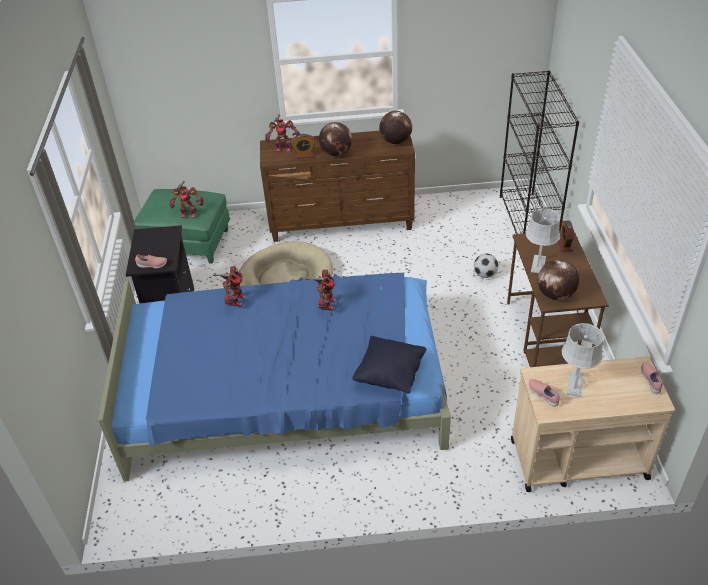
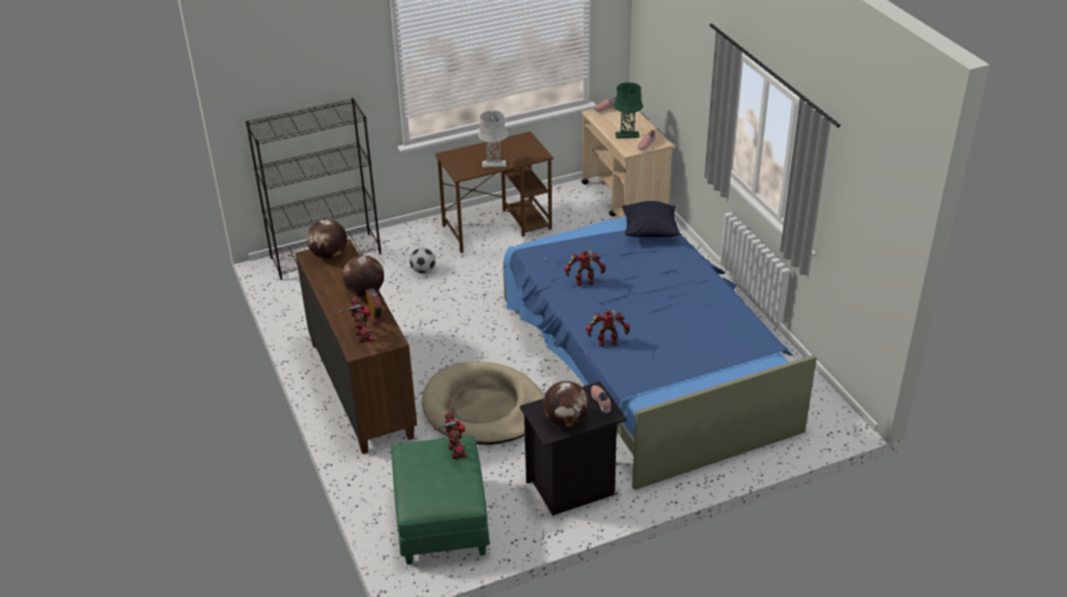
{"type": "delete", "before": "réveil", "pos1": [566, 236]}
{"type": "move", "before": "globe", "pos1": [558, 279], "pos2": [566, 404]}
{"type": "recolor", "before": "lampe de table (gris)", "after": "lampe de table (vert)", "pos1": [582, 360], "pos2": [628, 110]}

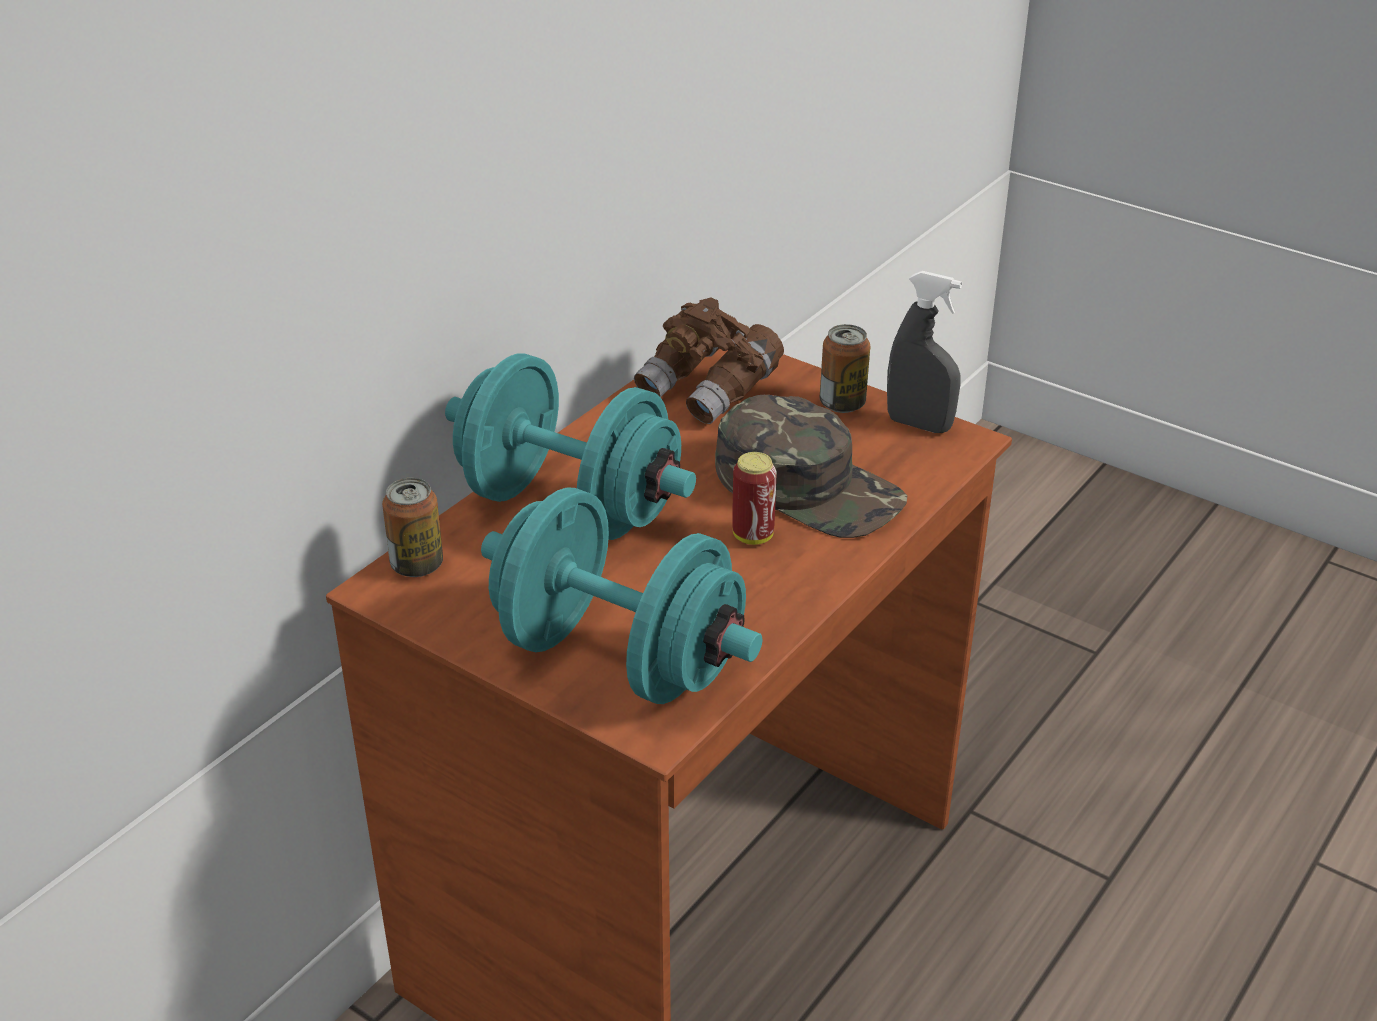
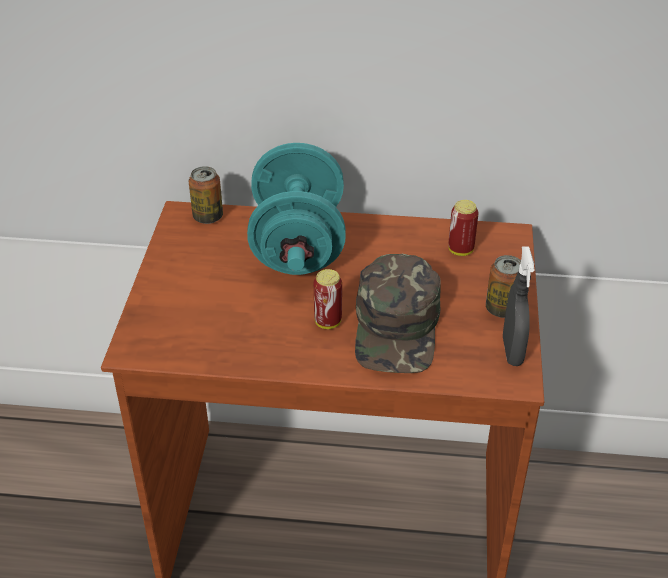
{"type": "replace", "before": "jumelles (marron)", "after": "boîte métallique", "pos1": [709, 361], "pos2": [463, 228]}
{"type": "delete", "before": "haltère (turquoise)", "pos1": [622, 596]}

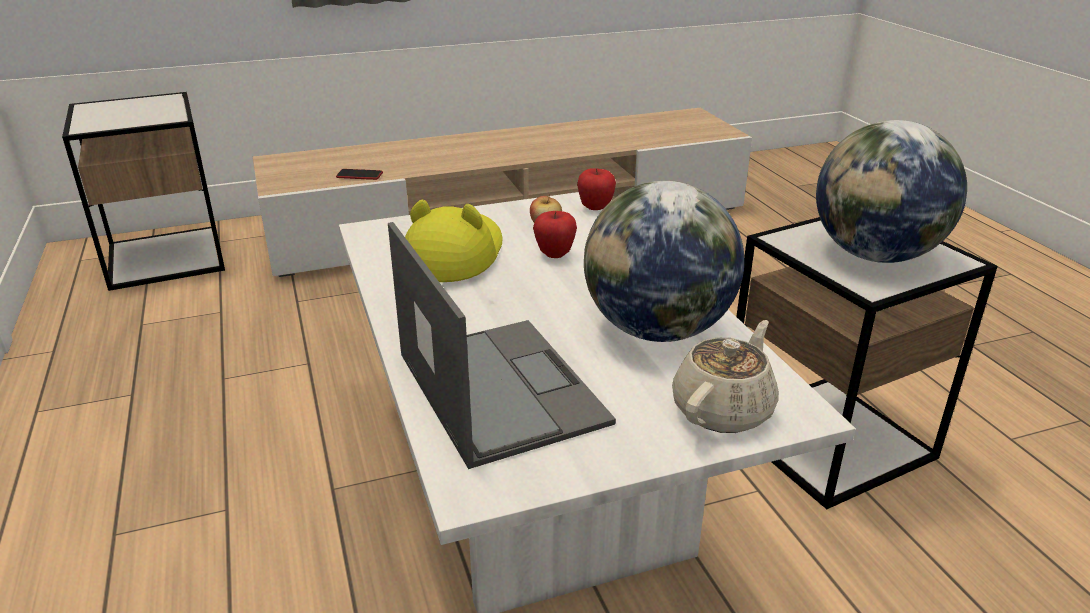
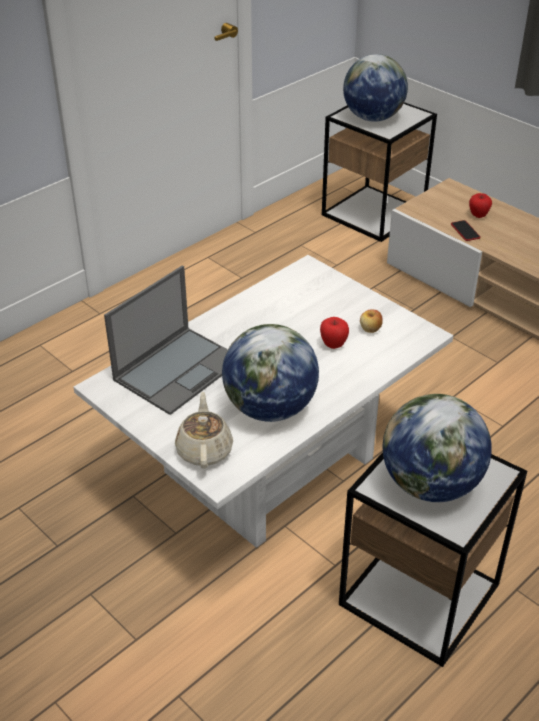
{"type": "move", "before": "pomme", "pos1": [596, 189], "pos2": [480, 205]}
{"type": "delete", "before": "chapeau (jaune)", "pos1": [454, 241]}
{"type": "rotate", "before": "théière (beige)", "pos1": [725, 376], "pos2": [204, 430], "turn": -105}
{"type": "insert", "after": "globe", "pos2": [375, 88]}

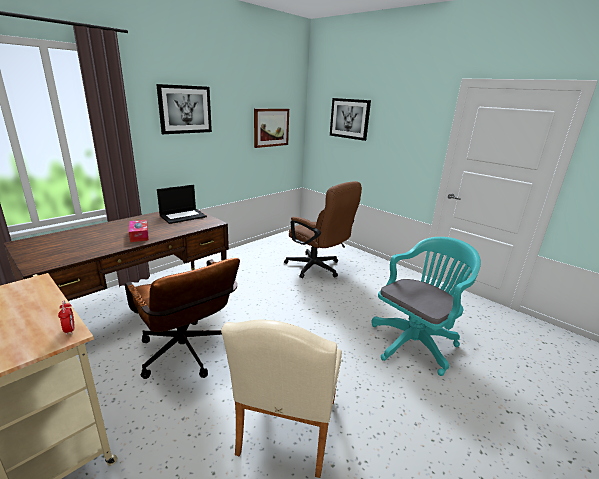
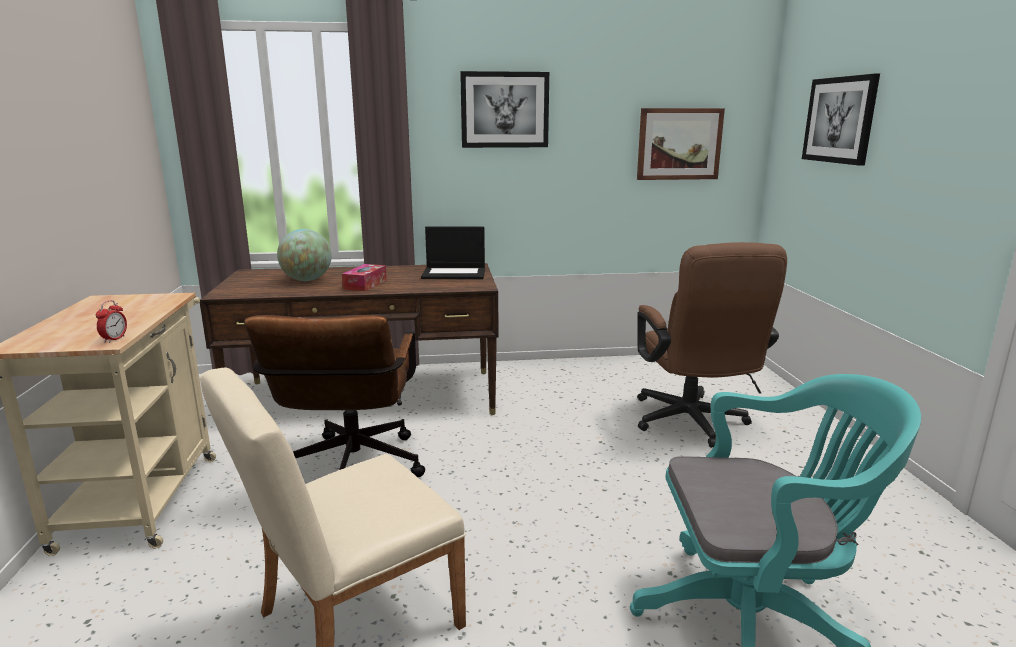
{"type": "insert", "after": "globe", "pos2": [304, 255]}

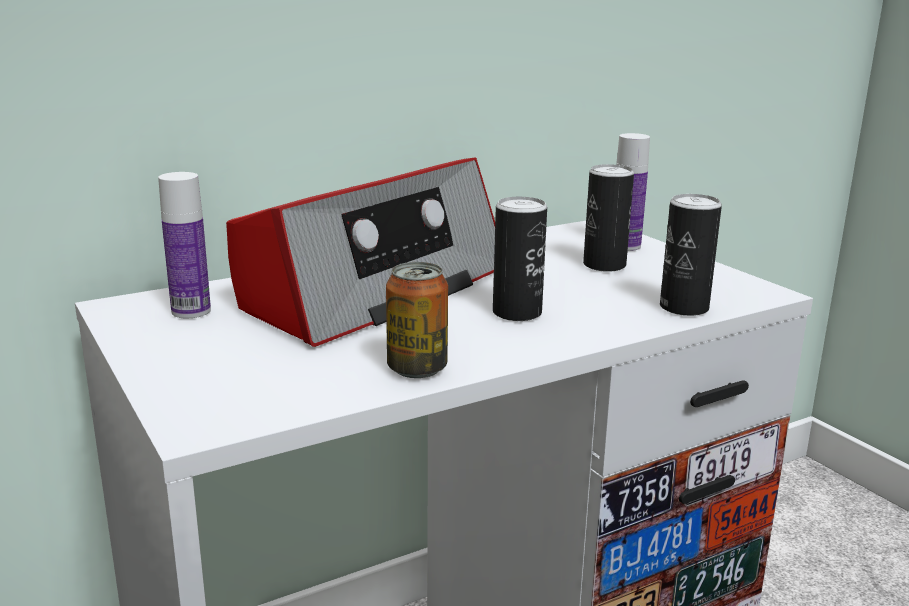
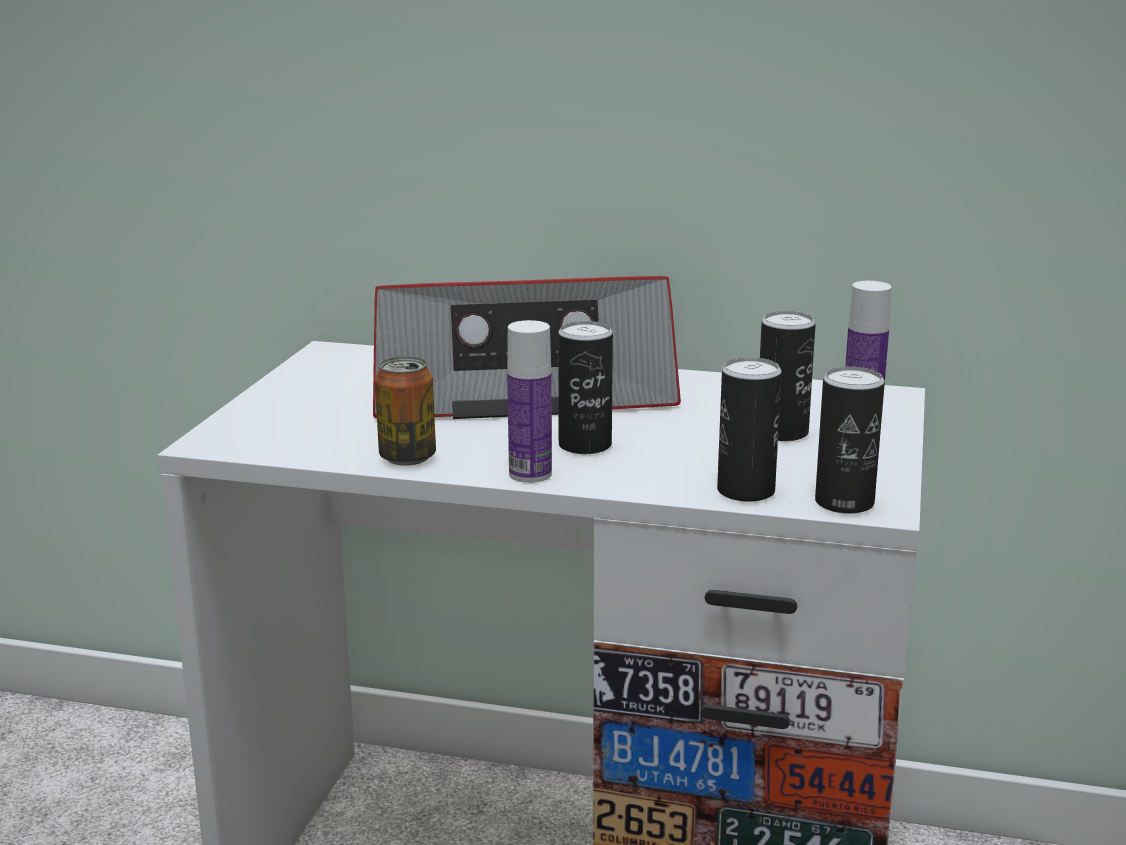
{"type": "move", "before": "bouteille", "pos1": [184, 245], "pos2": [529, 401]}
{"type": "insert", "after": "boîte métallique", "pos2": [850, 440]}

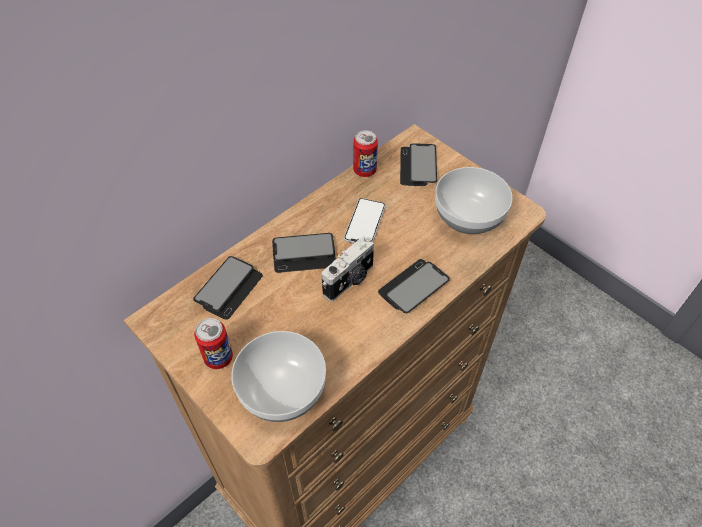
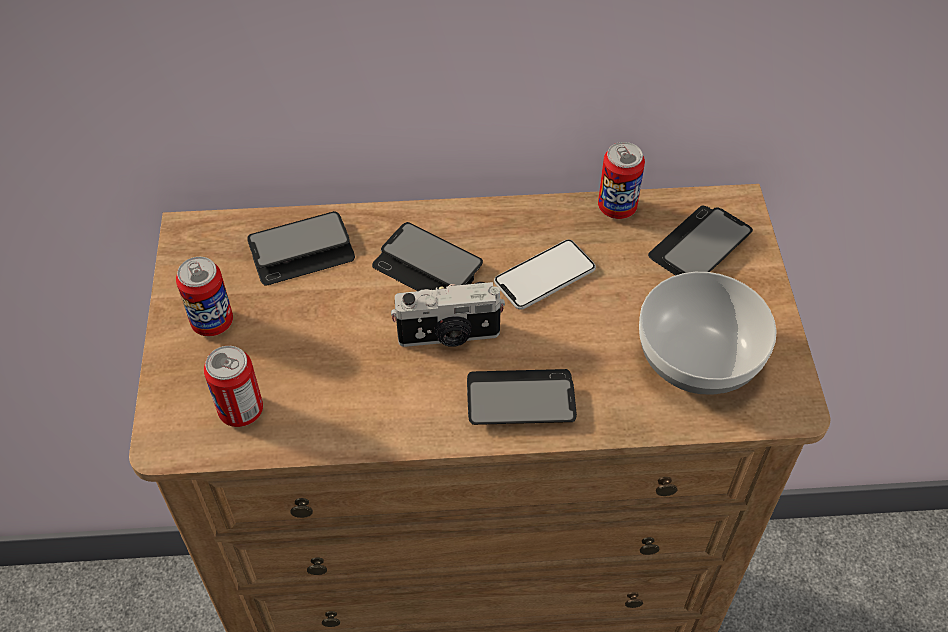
{"type": "replace", "before": "bol", "after": "boîte métallique", "pos1": [279, 376], "pos2": [233, 386]}

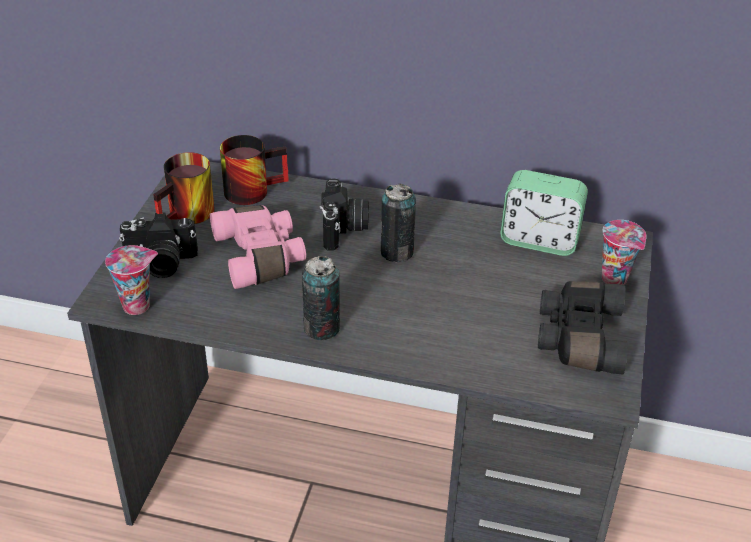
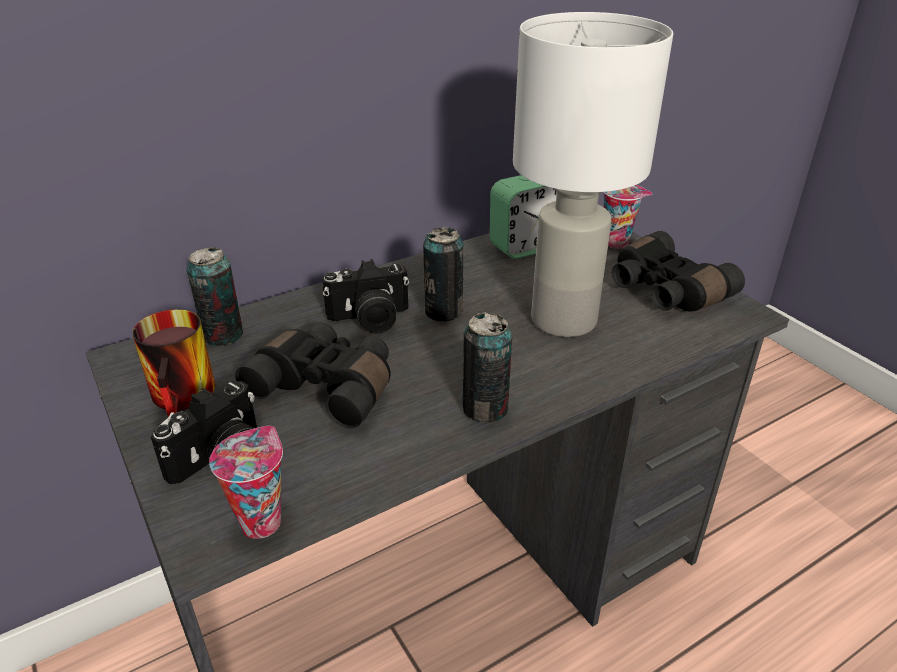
{"type": "replace", "before": "mug", "after": "boîte métallique", "pos1": [254, 170], "pos2": [214, 296]}
{"type": "rotate", "before": "appareil photo", "pos1": [344, 214], "pos2": [365, 296], "turn": 120}
{"type": "recolor", "before": "jumelles (rose)", "after": "jumelles (noir)", "pos1": [258, 247], "pos2": [313, 375]}
{"type": "insert", "after": "lampe de table (blanc)", "pos2": [593, 174]}

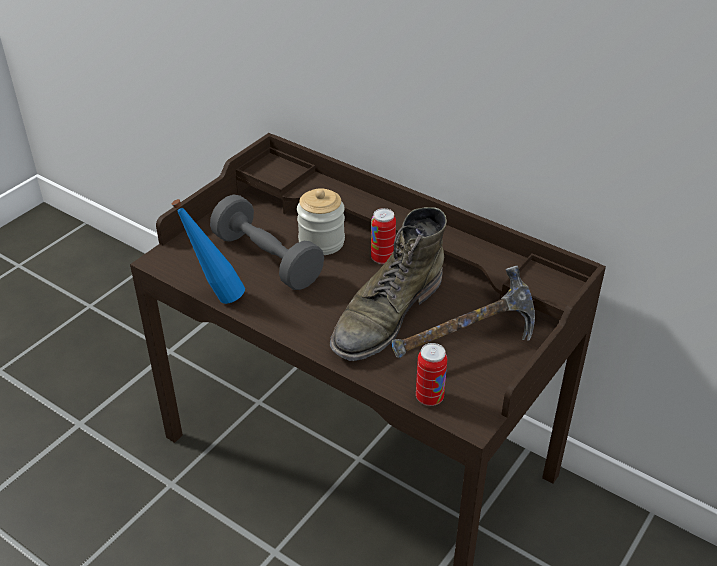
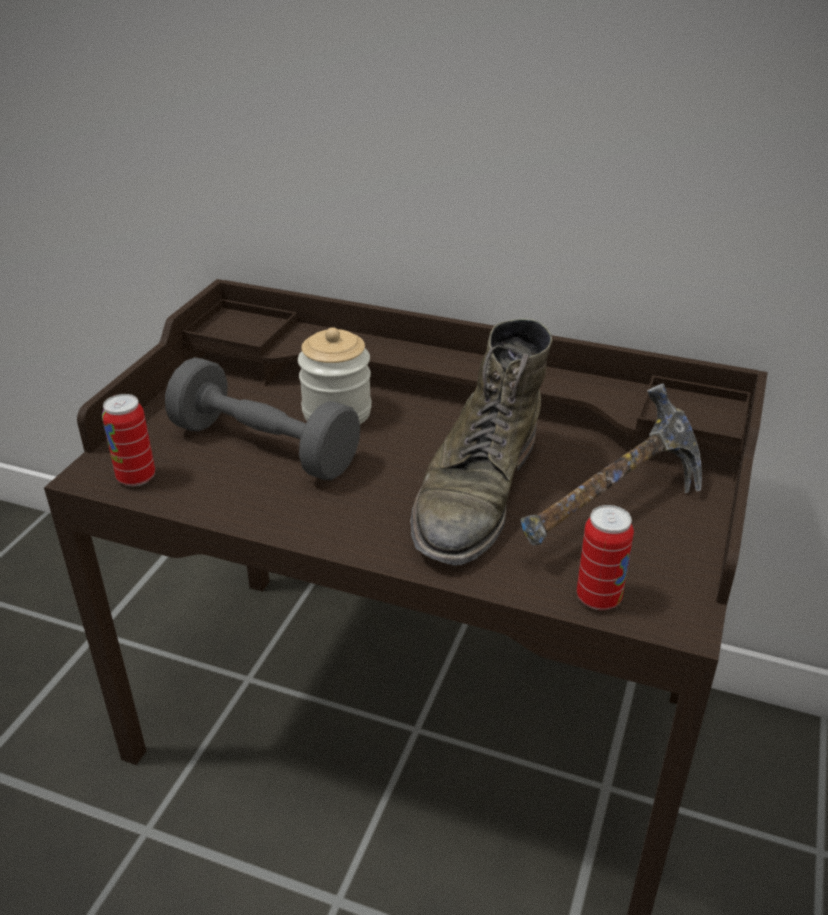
{"type": "delete", "before": "bouteille (bleu)", "pos1": [208, 251]}
{"type": "move", "before": "boîte métallique", "pos1": [383, 236], "pos2": [128, 440]}

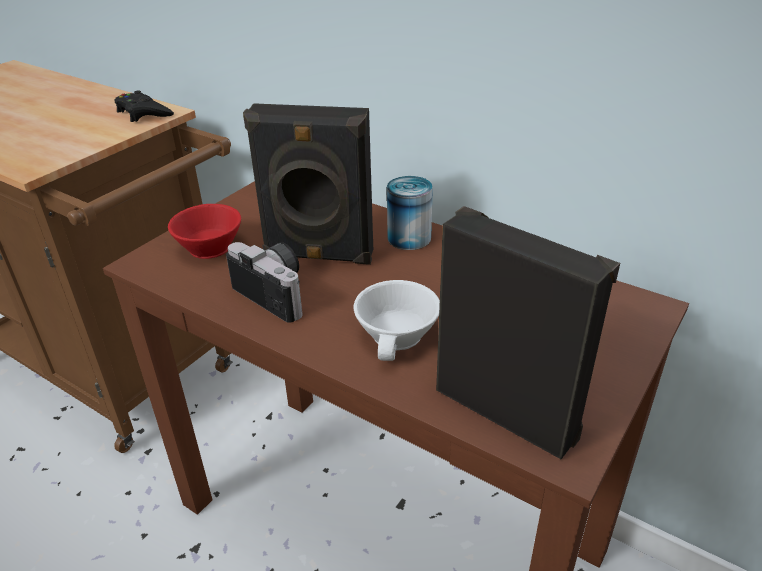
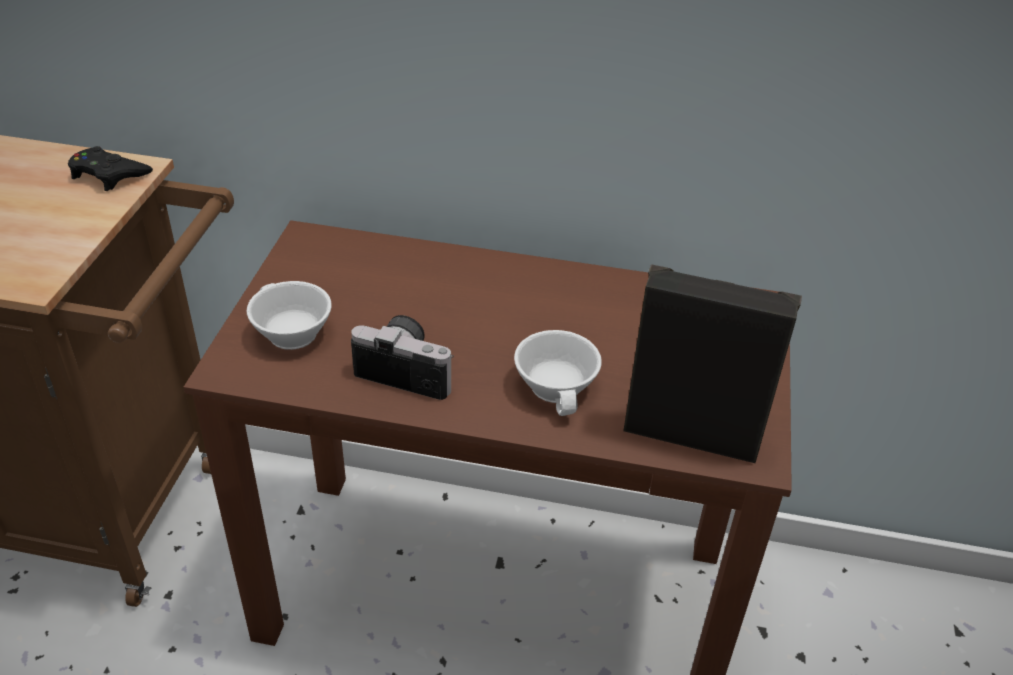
{"type": "delete", "before": "enceinte (noir)", "pos1": [308, 184]}
{"type": "delete", "before": "boîte métallique", "pos1": [410, 213]}
{"type": "recolor", "before": "tasse (rouge)", "after": "tasse (blanc)", "pos1": [204, 231], "pos2": [289, 315]}

